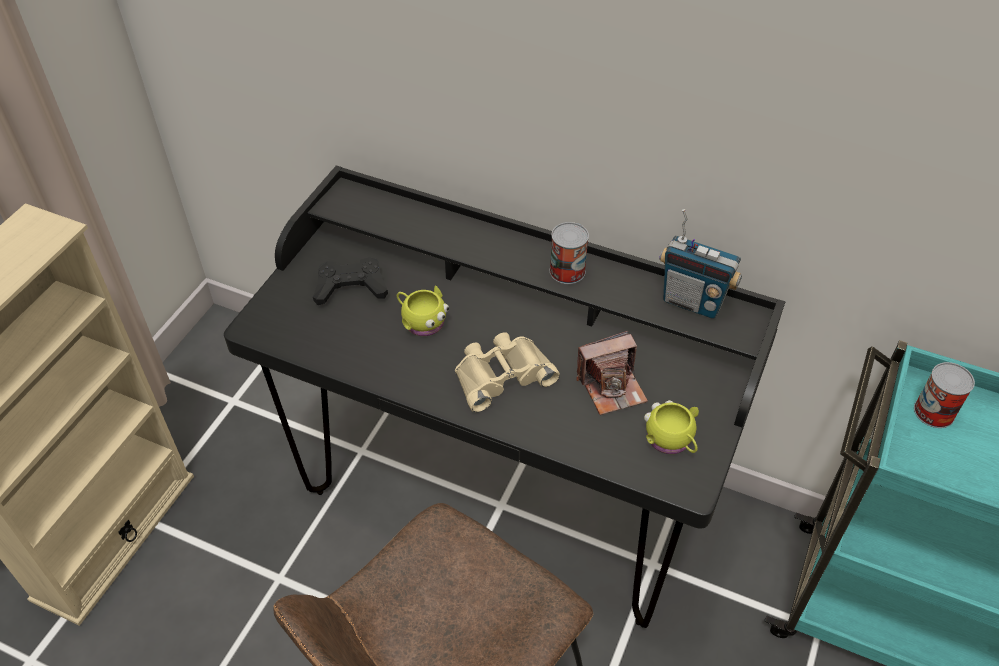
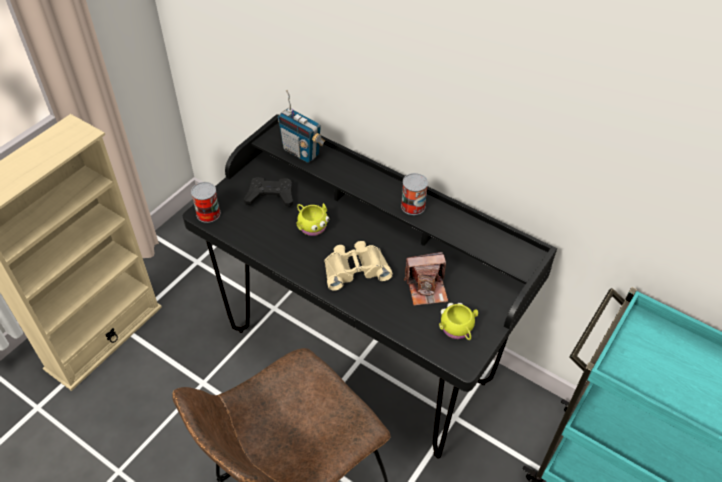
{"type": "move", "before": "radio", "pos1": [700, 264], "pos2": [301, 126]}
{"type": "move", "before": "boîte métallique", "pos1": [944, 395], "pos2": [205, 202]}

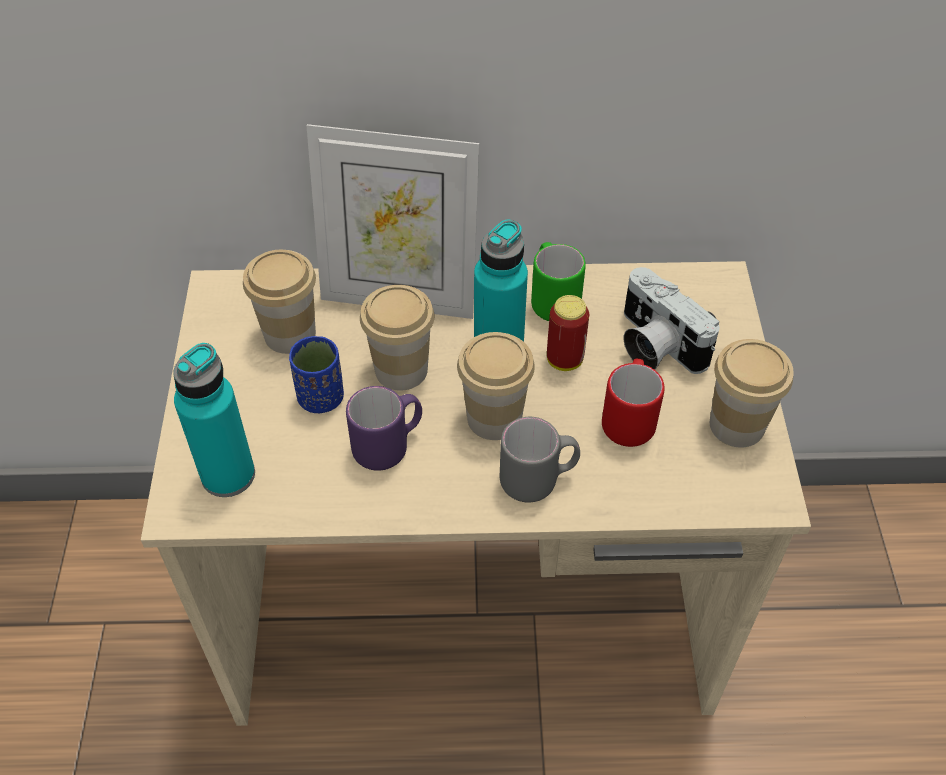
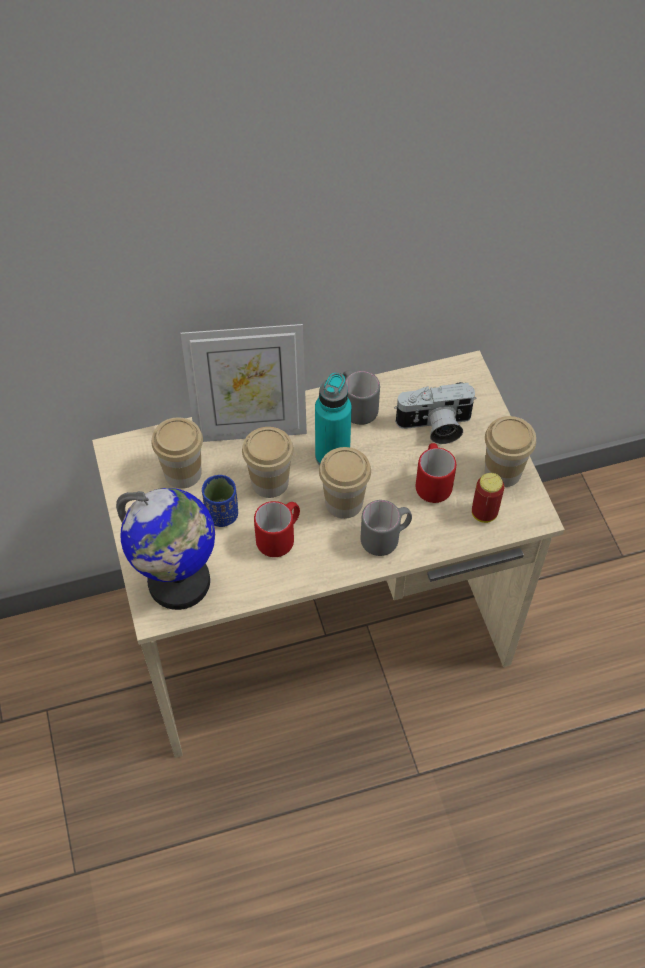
{"type": "recolor", "before": "mug (vert)", "after": "mug (gris)", "pos1": [558, 281], "pos2": [361, 397]}
{"type": "rotate", "before": "appareil photo", "pos1": [672, 320], "pos2": [435, 413], "turn": -45}
{"type": "move", "before": "boîte métallique", "pos1": [568, 333], "pos2": [488, 498]}
{"type": "replace", "before": "bouteille (turquoise)", "after": "globe", "pos1": [214, 420], "pos2": [165, 549]}
{"type": "recolor", "before": "mug (violet)", "after": "mug (rouge)", "pos1": [384, 428], "pos2": [277, 529]}

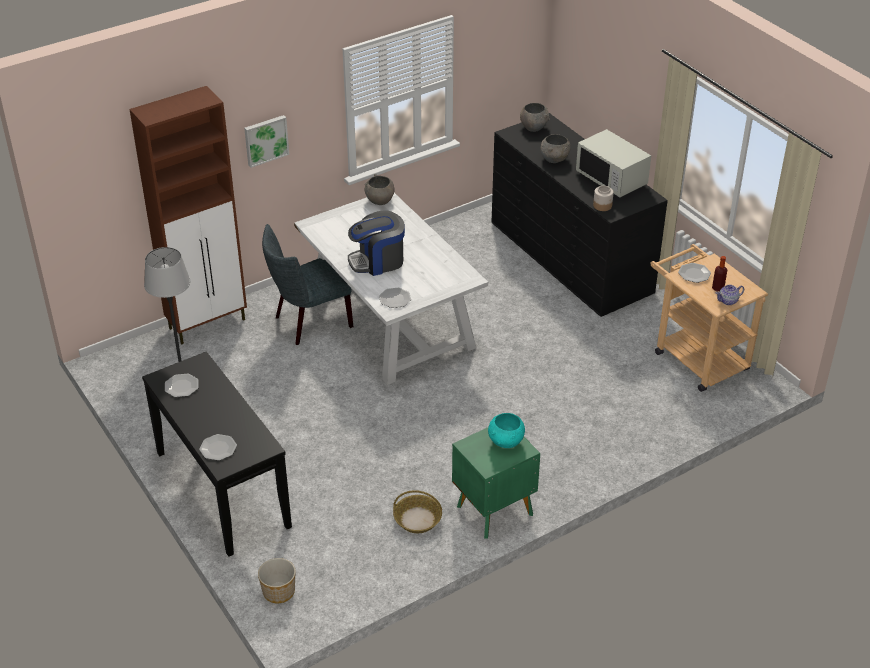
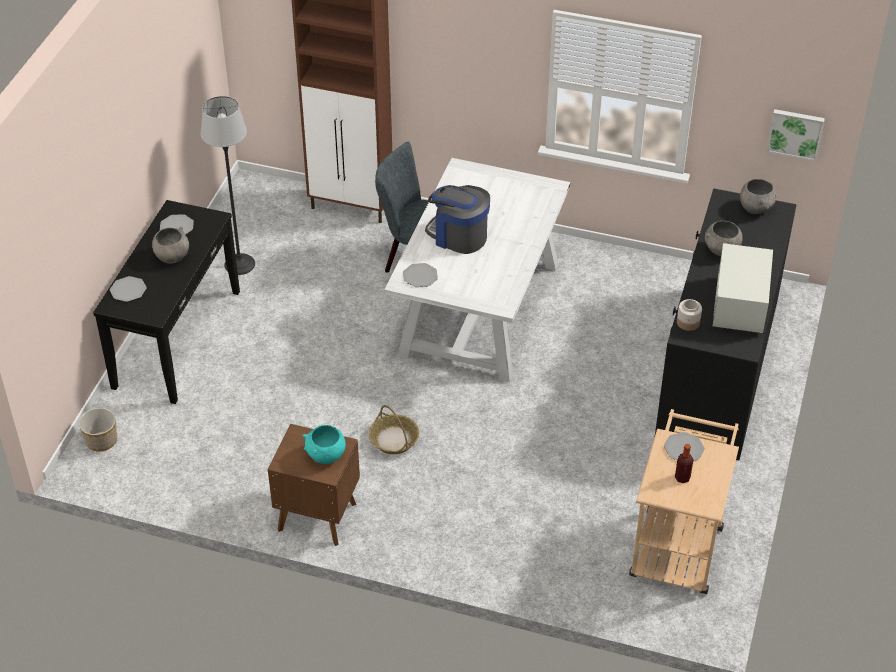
{"type": "move", "before": "tableau", "pos1": [266, 141], "pos2": [796, 135]}
{"type": "move", "before": "bol (gris)", "pos1": [379, 189], "pos2": [170, 245]}
{"type": "delete", "before": "théière", "pos1": [730, 295]}
{"type": "recolor", "before": "table de chevet (vert)", "after": "table de chevet (marron)", "pos1": [496, 483], "pos2": [314, 485]}
{"type": "move", "before": "panier", "pos1": [417, 511], "pos2": [394, 429]}

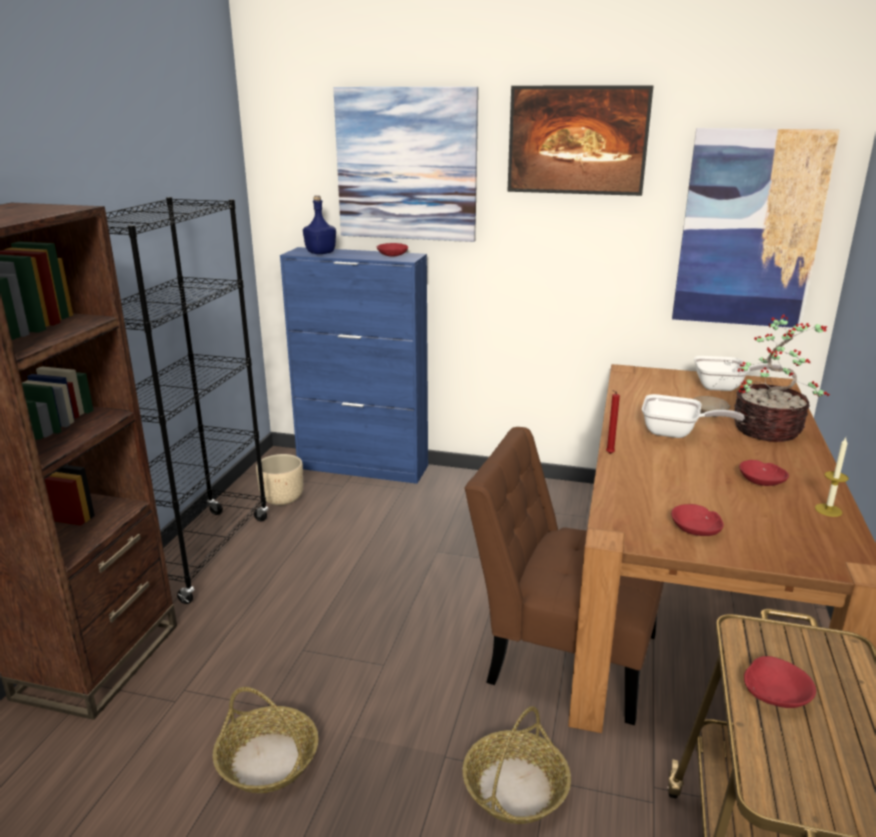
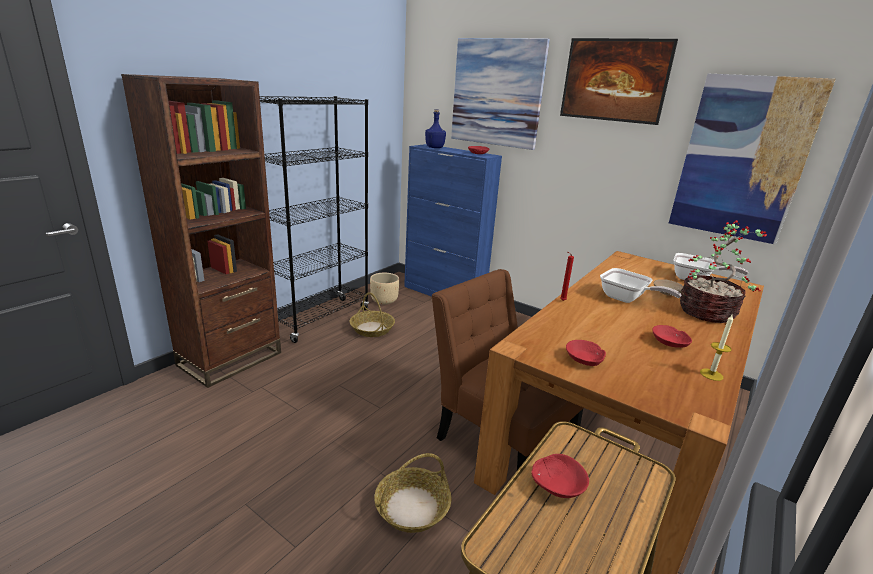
{"type": "move", "before": "panier", "pos1": [266, 740], "pos2": [372, 314]}

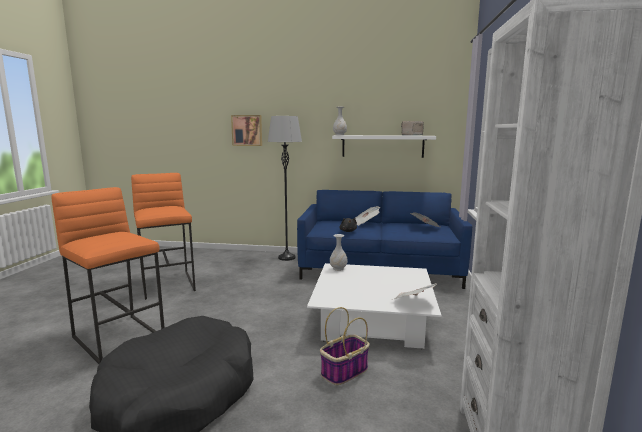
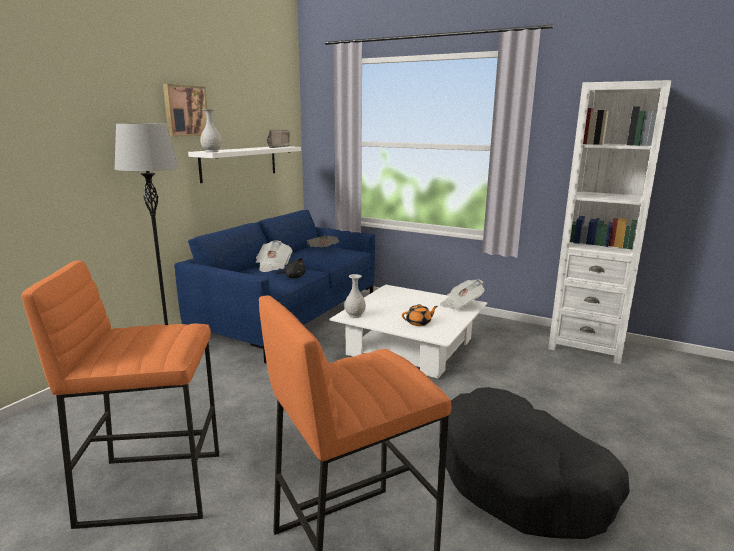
{"type": "move", "before": "tableau", "pos1": [246, 130], "pos2": [185, 110]}
{"type": "delete", "before": "panier", "pos1": [345, 346]}
{"type": "insert", "after": "théière (orange)", "pos2": [420, 315]}

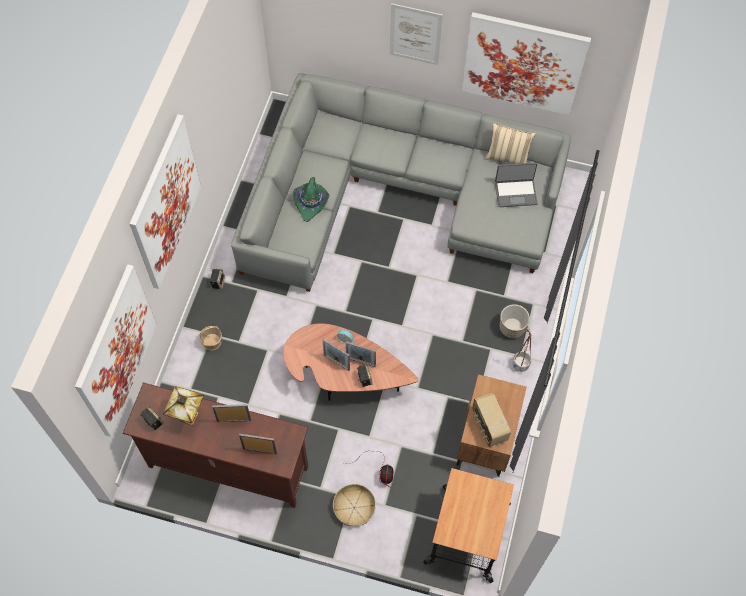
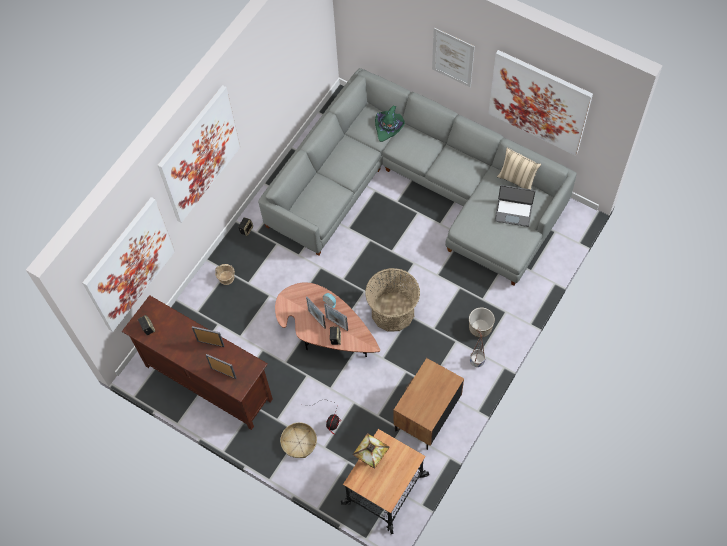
{"type": "move", "before": "chapeau (vert)", "pos1": [311, 199], "pos2": [390, 124]}
{"type": "move", "before": "lampe de table", "pos1": [183, 406], "pos2": [371, 451]}
{"type": "delete", "before": "radio", "pos1": [492, 420]}
{"type": "insert", "after": "panier", "pos2": [392, 300]}

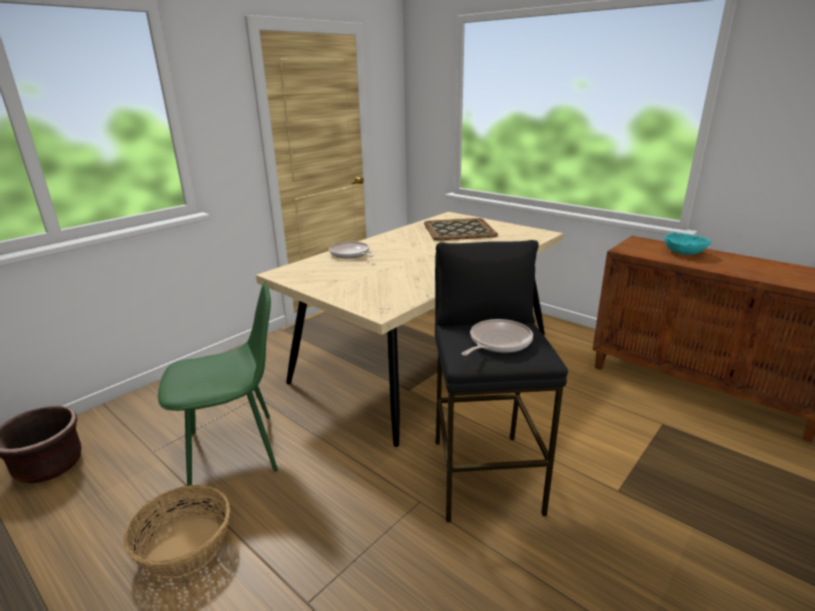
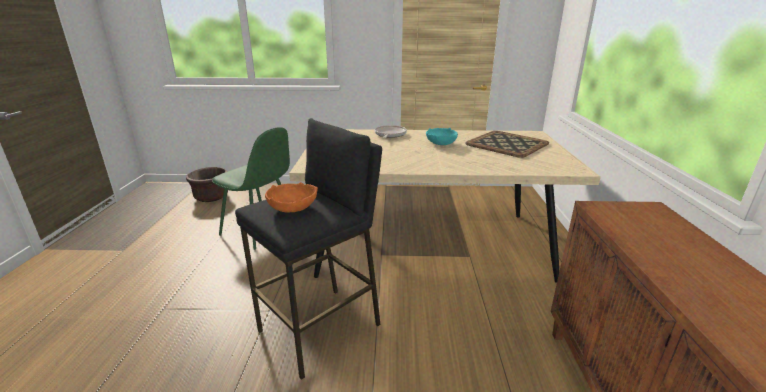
{"type": "move", "before": "bol (turquoise)", "pos1": [688, 243], "pos2": [442, 136]}
{"type": "replace", "before": "poêle", "after": "bol (orange)", "pos1": [497, 337], "pos2": [291, 197]}
{"type": "delete", "before": "panier", "pos1": [176, 531]}

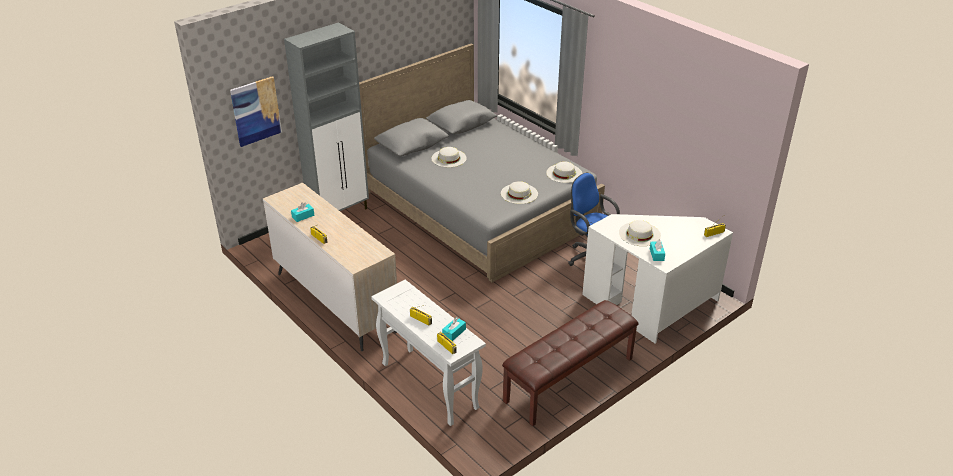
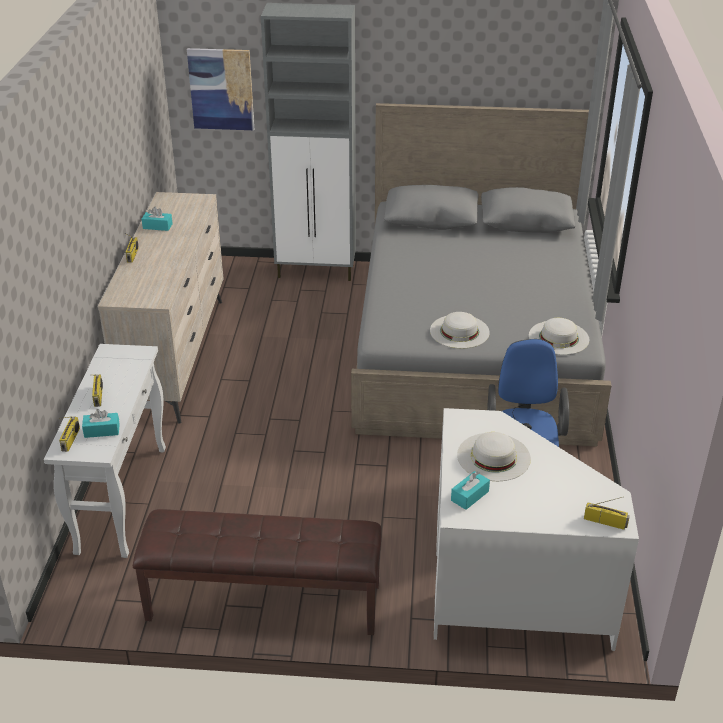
{"type": "delete", "before": "chapeau (blanc)", "pos1": [449, 157]}

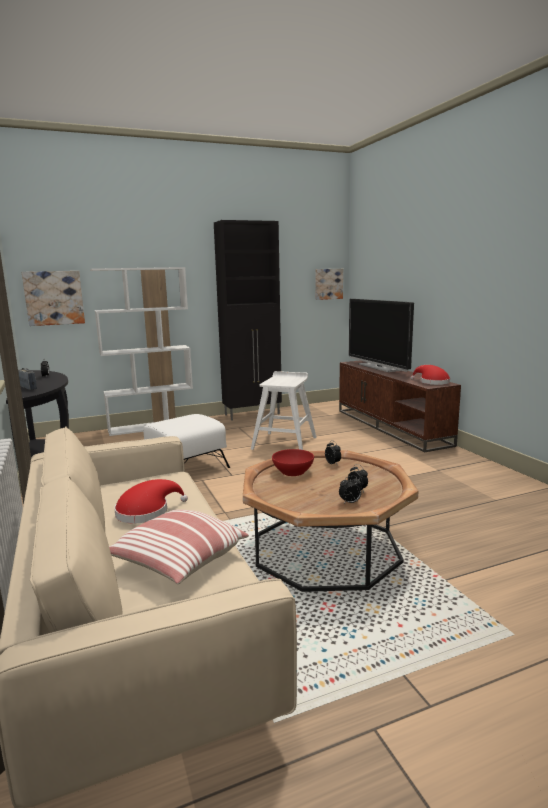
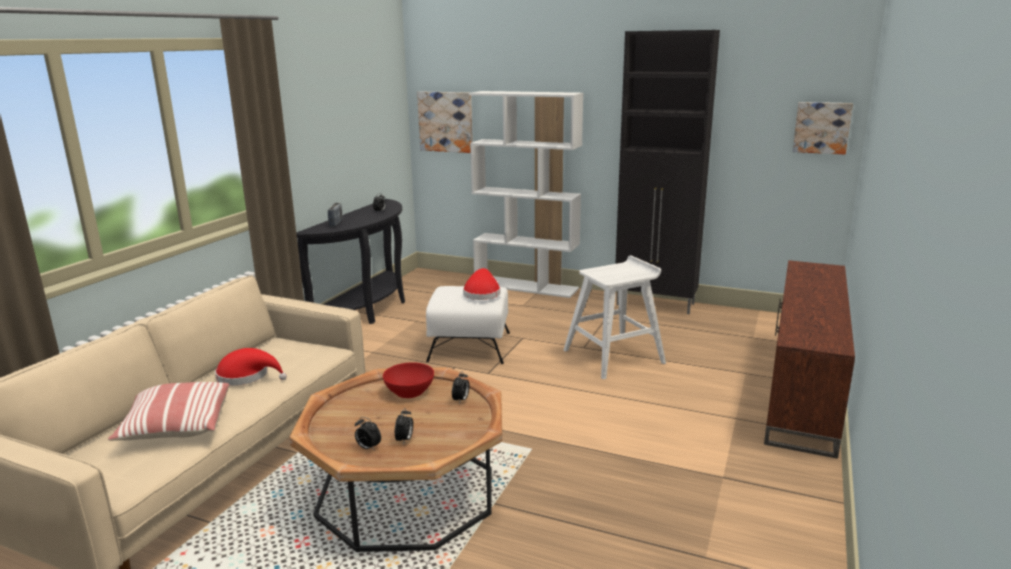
{"type": "delete", "before": "téléviseur", "pos1": [381, 335]}
{"type": "move", "before": "chapeau (rouge)", "pos1": [430, 375], "pos2": [481, 284]}

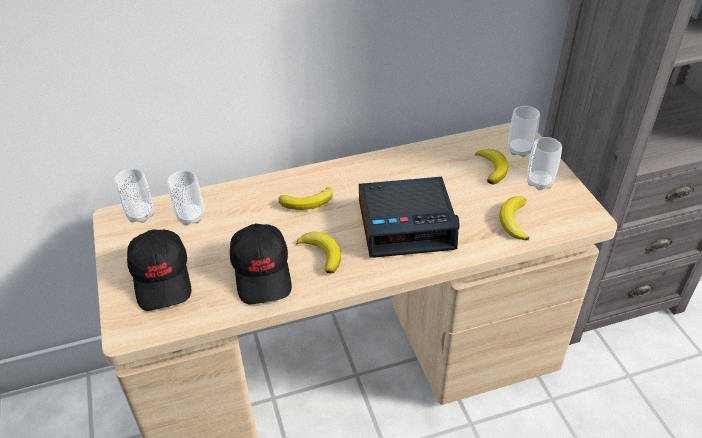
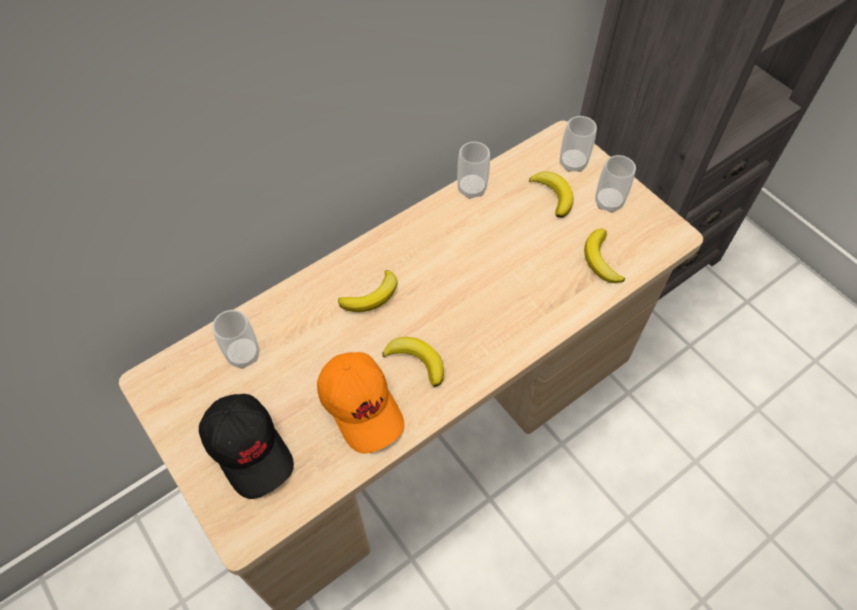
{"type": "move", "before": "tasse", "pos1": [134, 195], "pos2": [473, 170]}
{"type": "delete", "before": "réveil", "pos1": [409, 217]}
{"type": "recolor", "before": "casquette (noir)", "after": "casquette (orange)", "pos1": [261, 264], "pos2": [360, 403]}

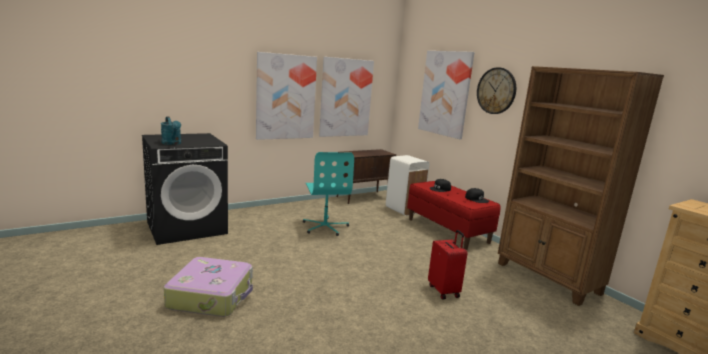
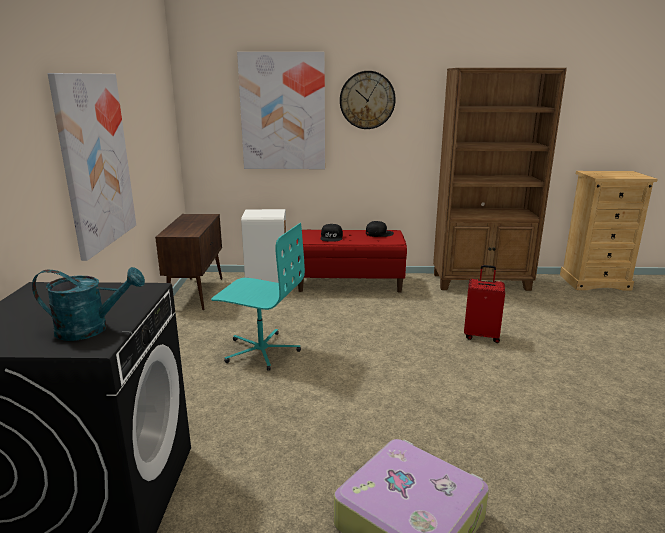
{"type": "delete", "before": "tableau", "pos1": [346, 97]}

